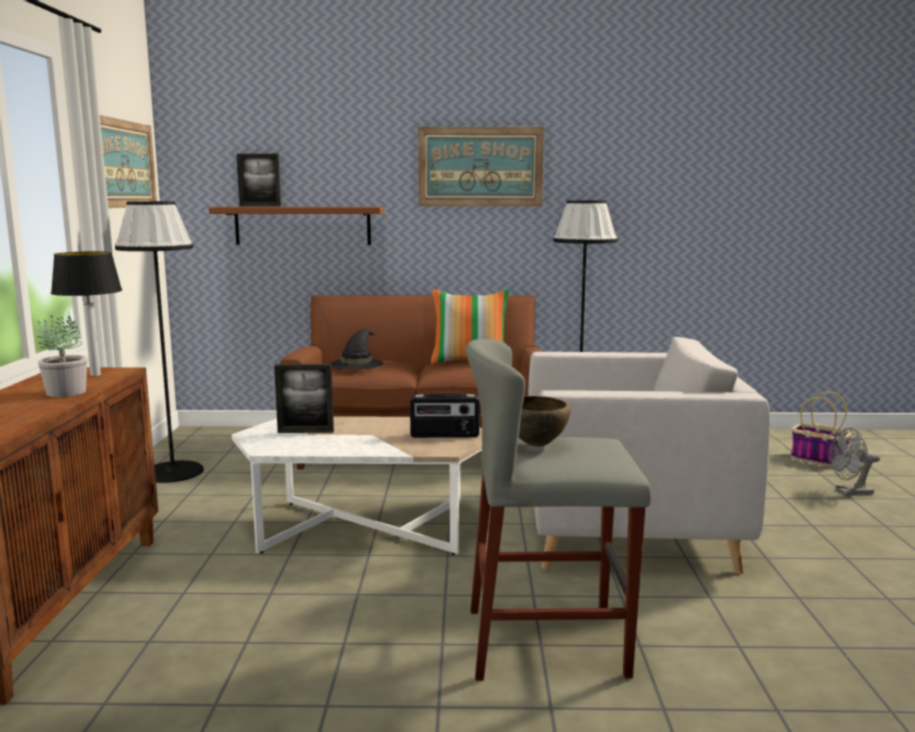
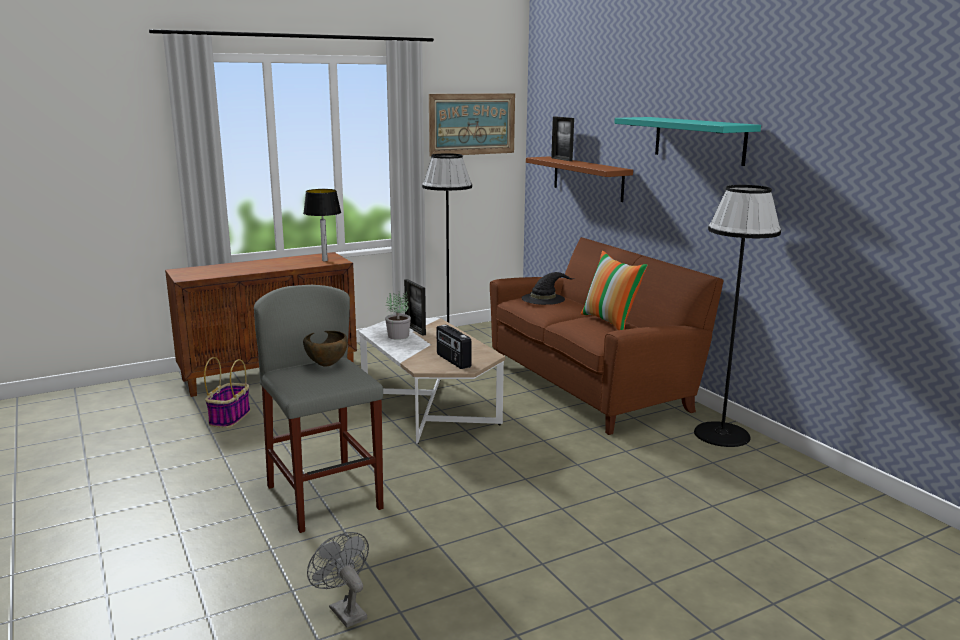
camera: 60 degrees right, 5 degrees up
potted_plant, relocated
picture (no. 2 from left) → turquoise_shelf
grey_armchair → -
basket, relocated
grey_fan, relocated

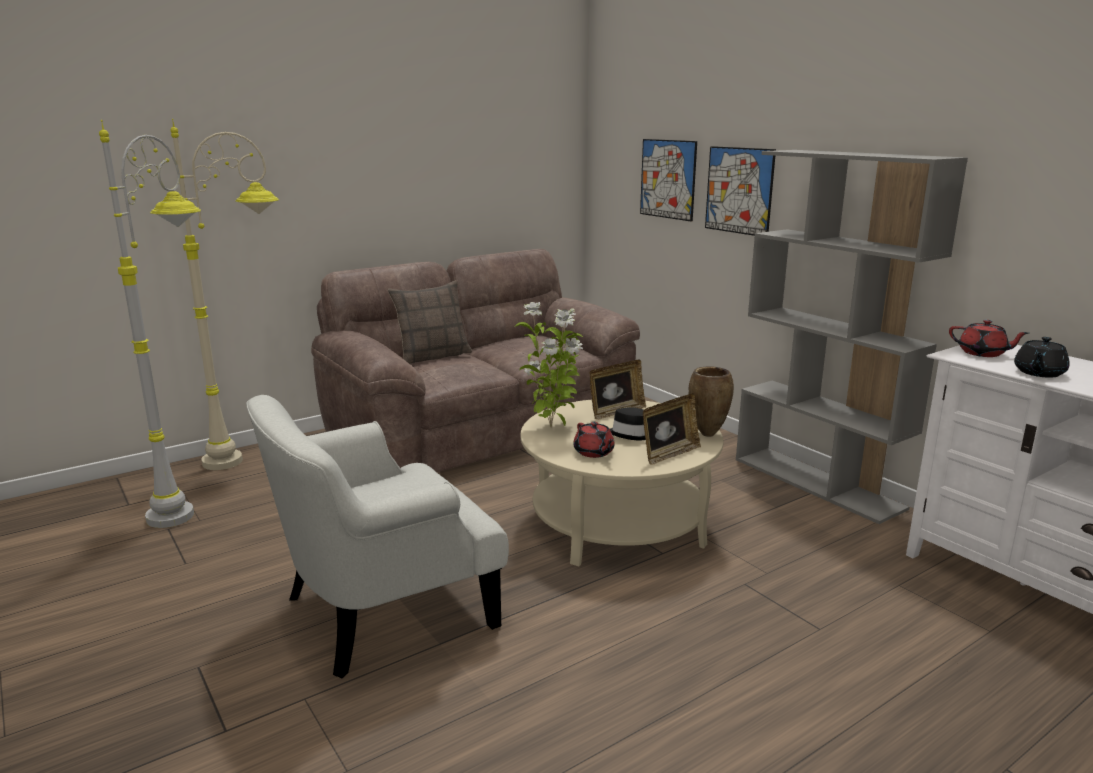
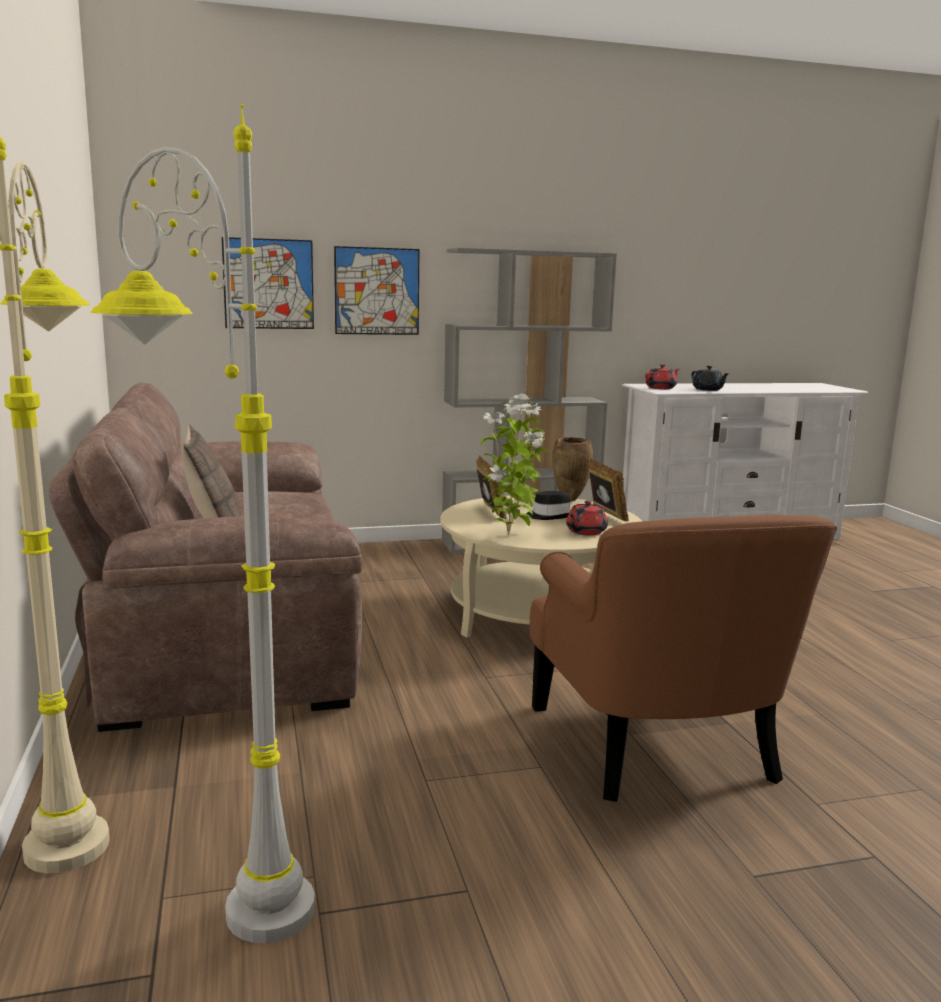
camera: 70 degrees left, 5 degrees down
white_armchair → brown_armchair
red_teapot (no. 1 from left), 135 degrees clockwise

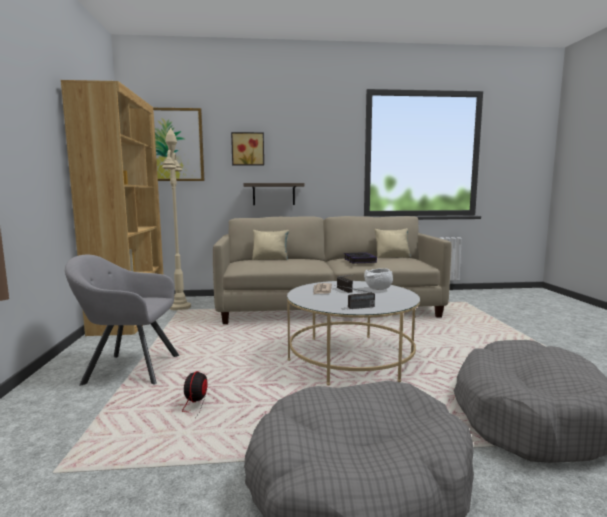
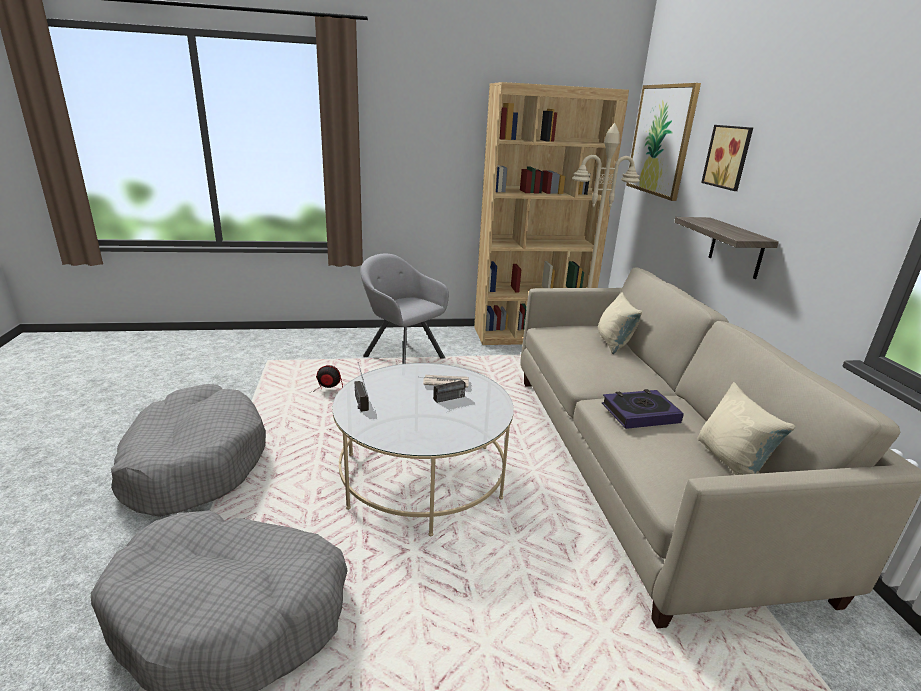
camera: 85 degrees right, 15 degrees up
grey_armchair, 45 degrees counterclockwise
white_bowl → -

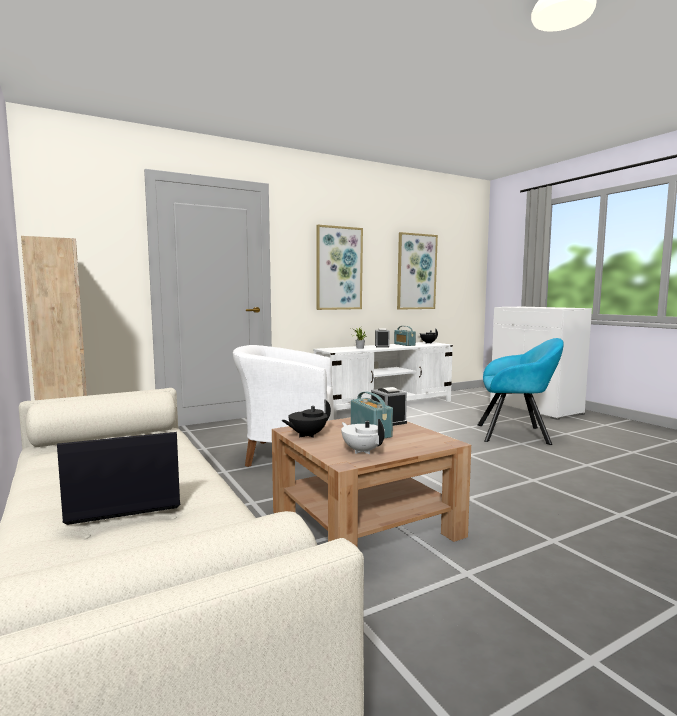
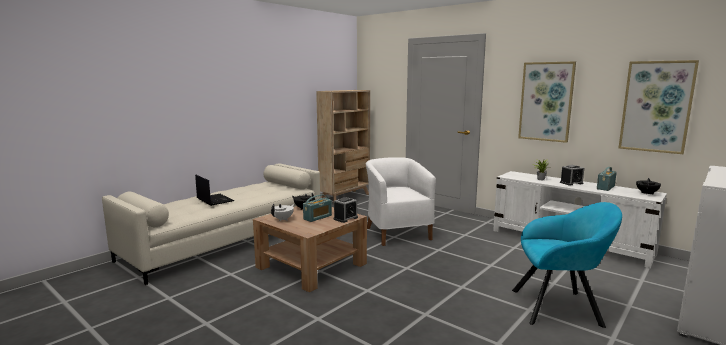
camera: 70 degrees right, 5 degrees up
turquoise_armchair, 75 degrees counterclockwise

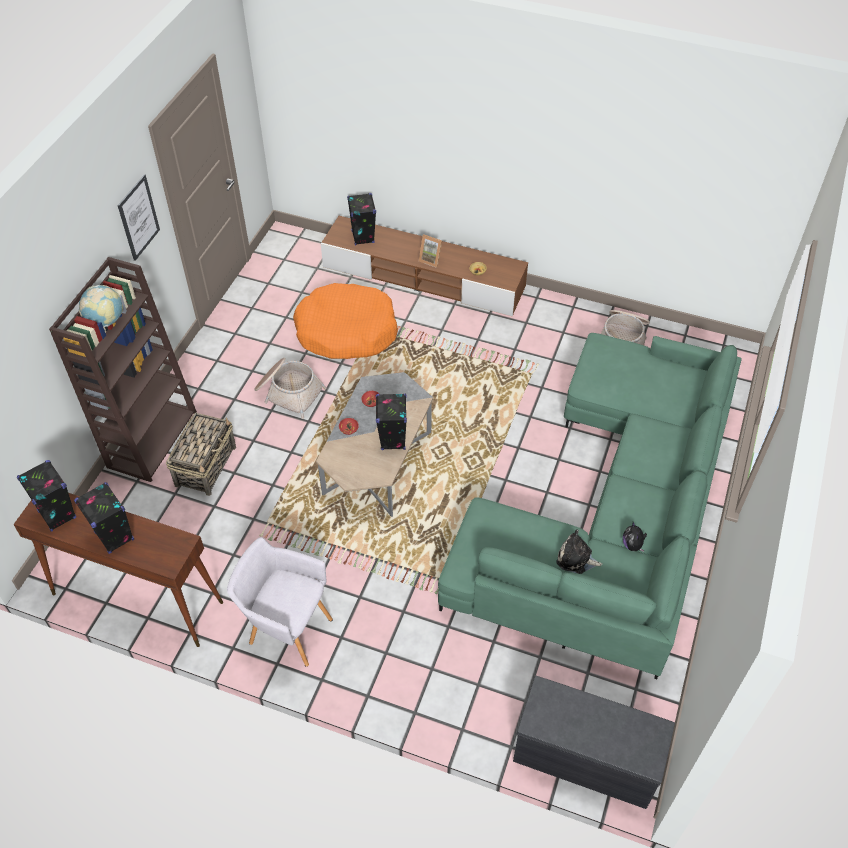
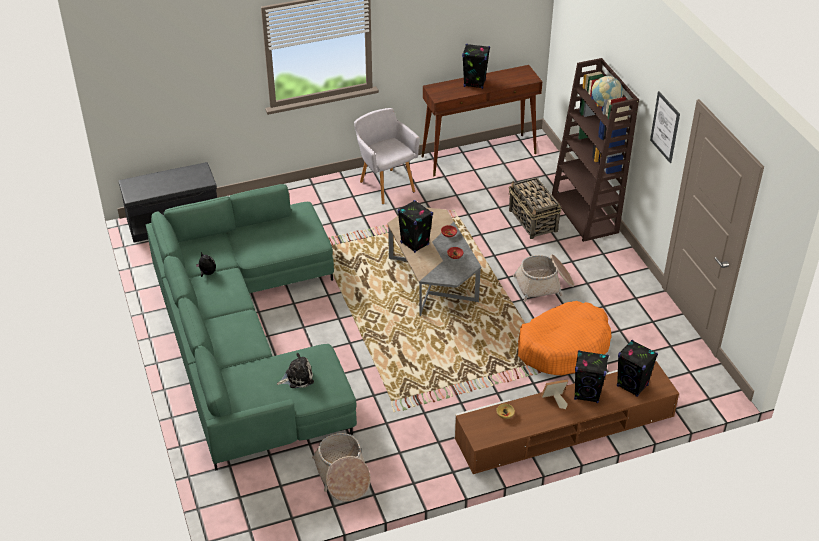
camera: 140 degrees right, 10 degrees down
black_speaker (no. 1 from left in the first image) → black_speaker (no. 3 from left), relocated
grey_armchair, 105 degrees counterclockwise
plush_toy (no. 1 from left in the first image) → plush_toy (no. 2 from left), relocated

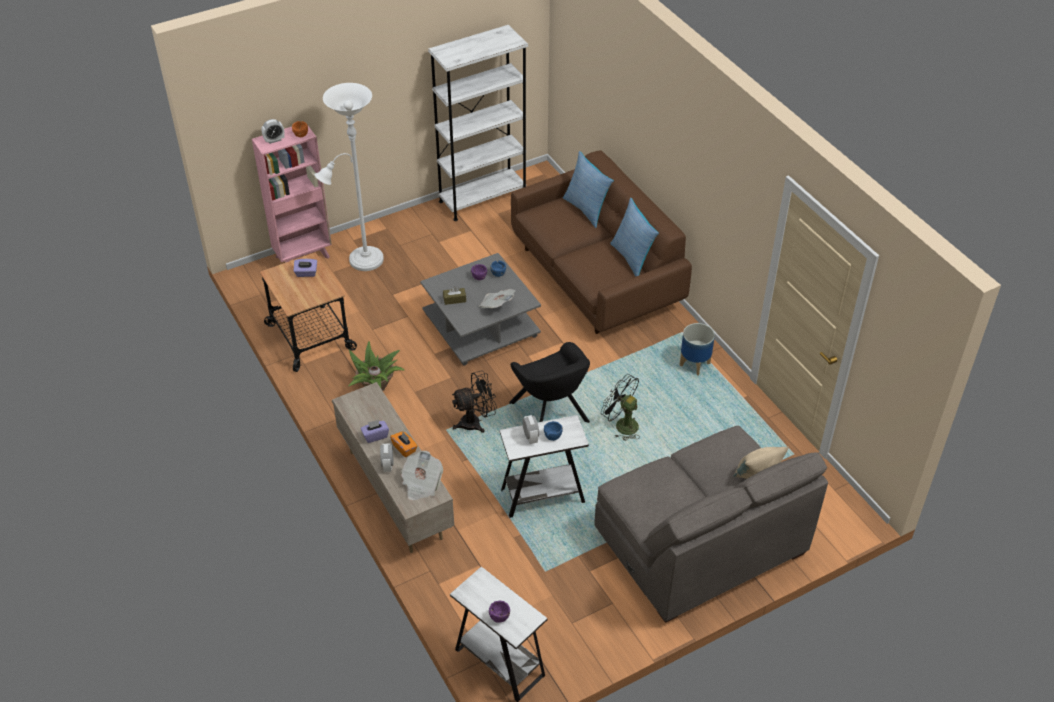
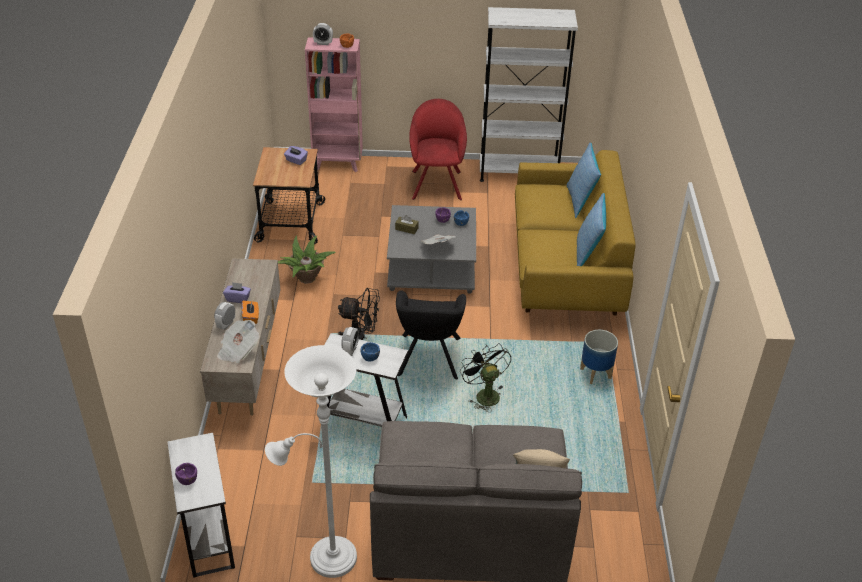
camera: 30 degrees right, 5 degrees down
white_floor_lamp, relocated
brown_sofa → yellow_sofa
- → red_armchair

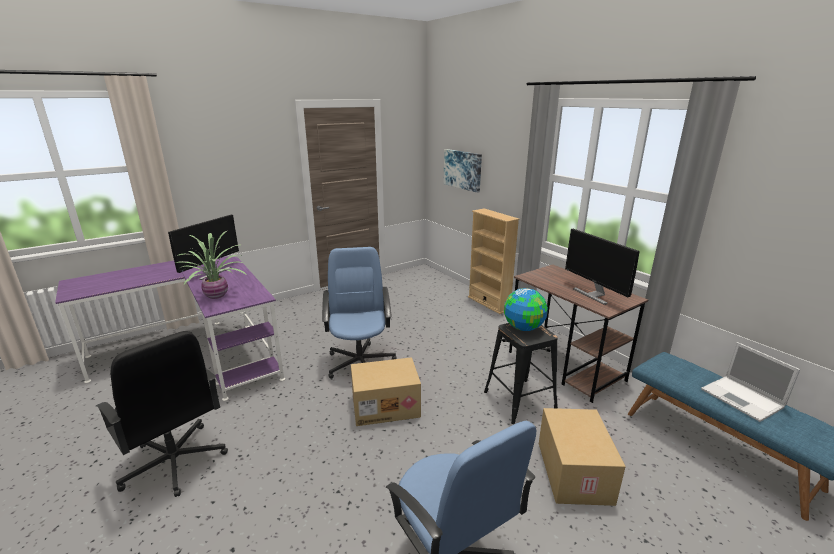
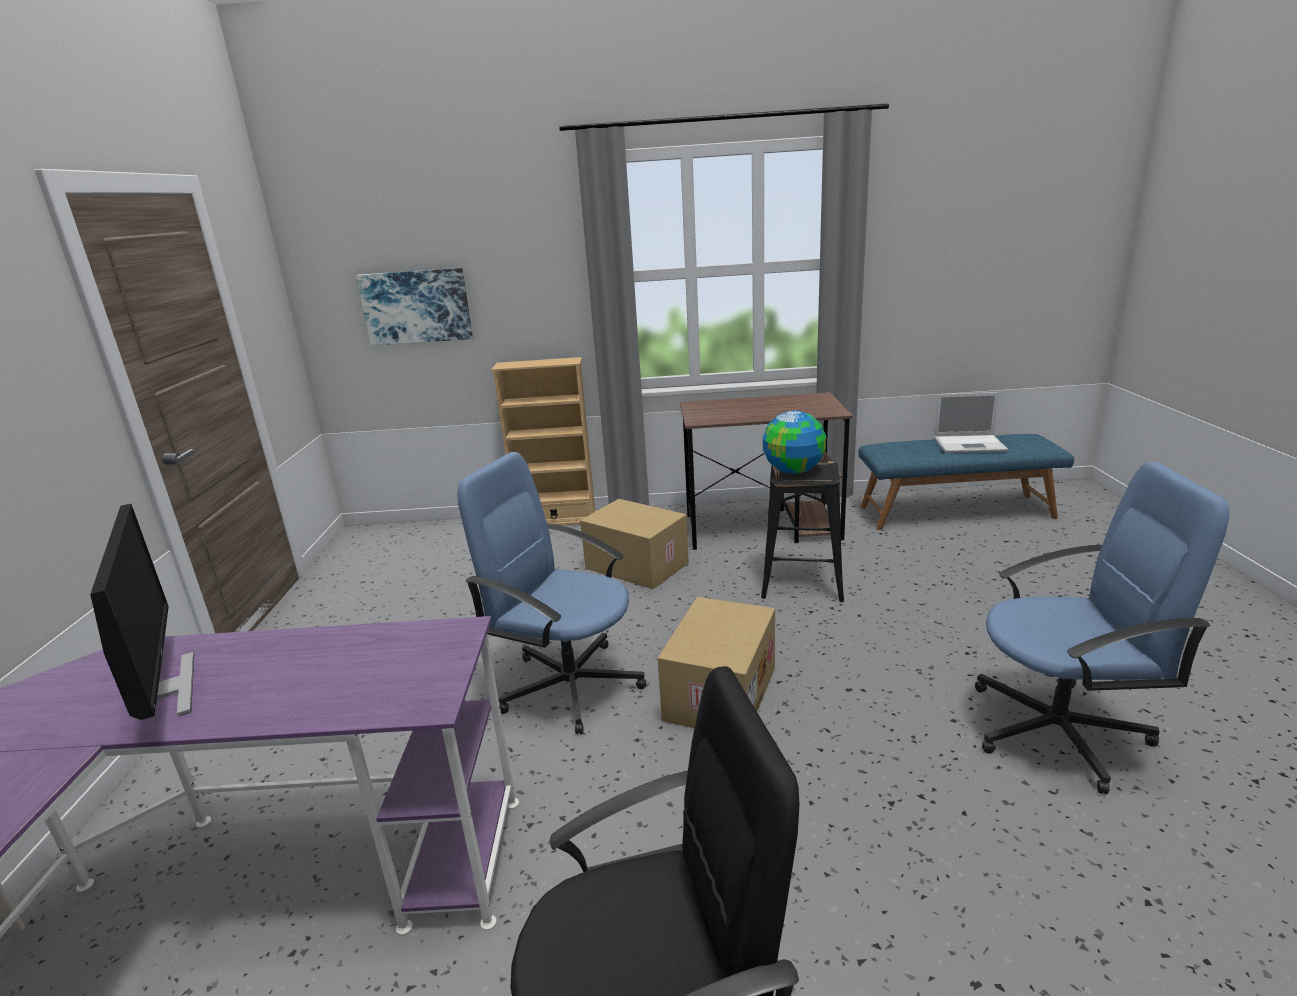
camera: 55 degrees left, 0 degrees up
potted_plant → -
cardboard_box (no. 2 from left in the first image) → cardboard_box (no. 1 from left), relocated
monitor (no. 2 from left) → -

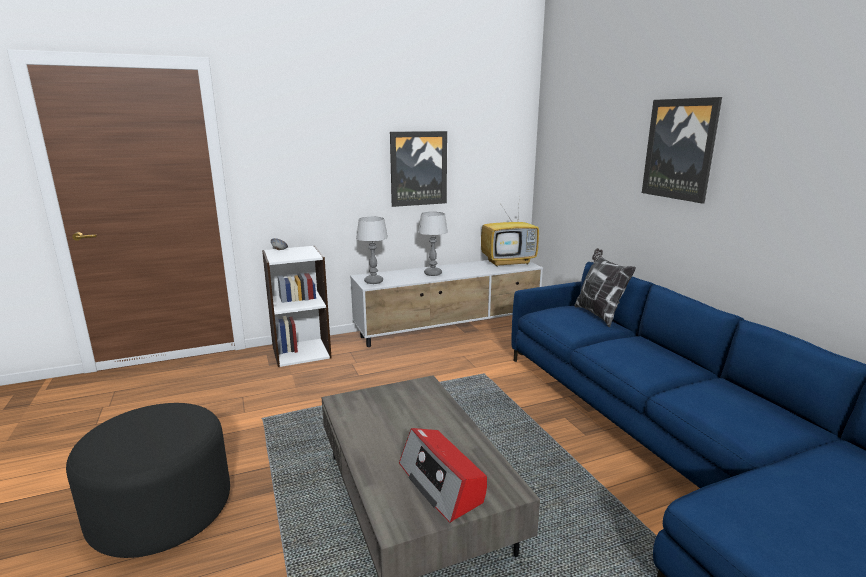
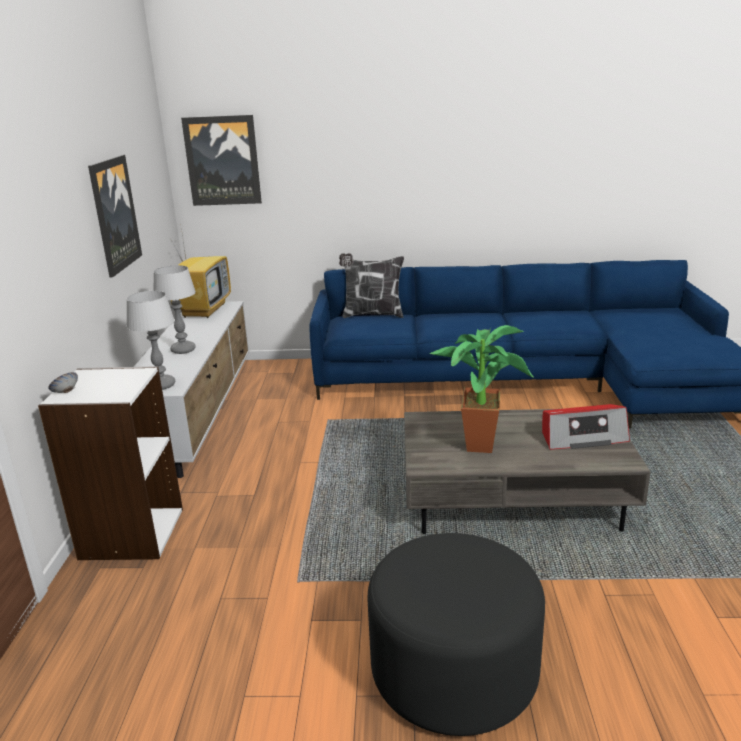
camera: 65 degrees left, 5 degrees up
picture (no. 2 from left), relocated
- → potted_plant

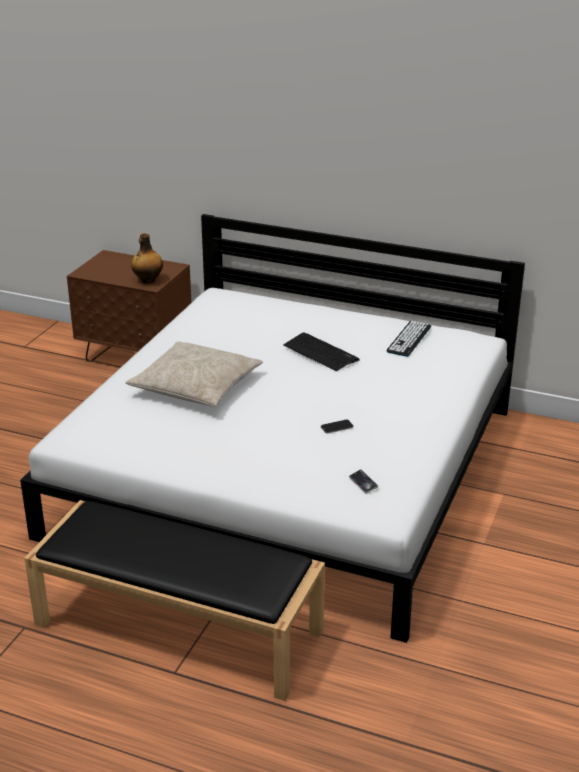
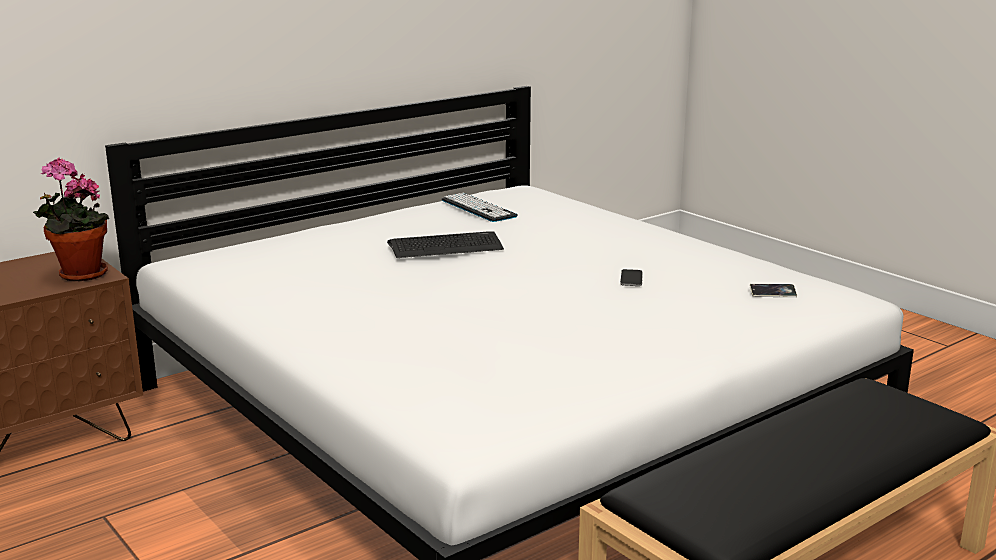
camera: 60 degrees left, 10 degrees down
beige_pillow → -
bottle → potted_plant

